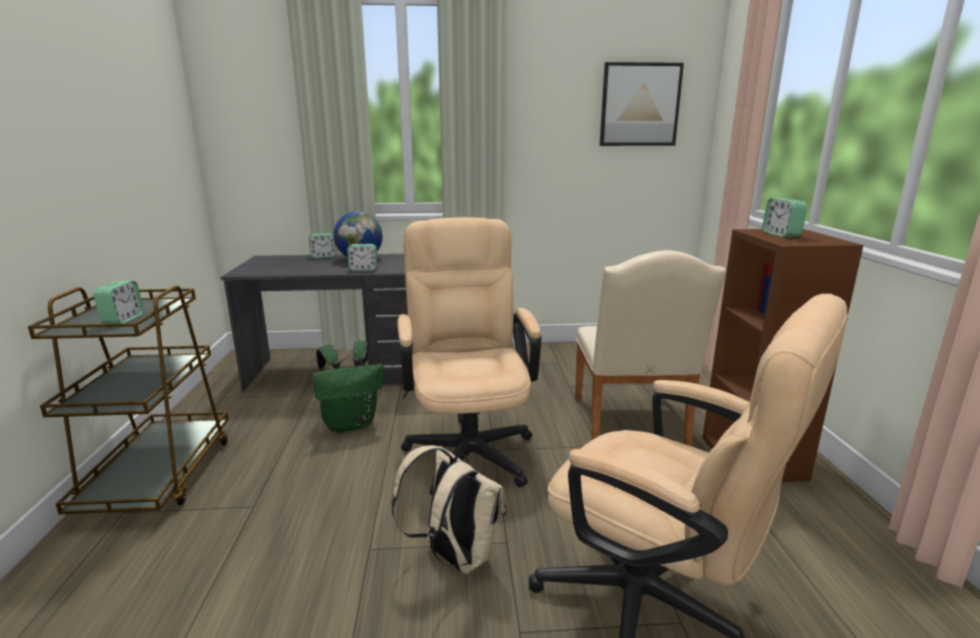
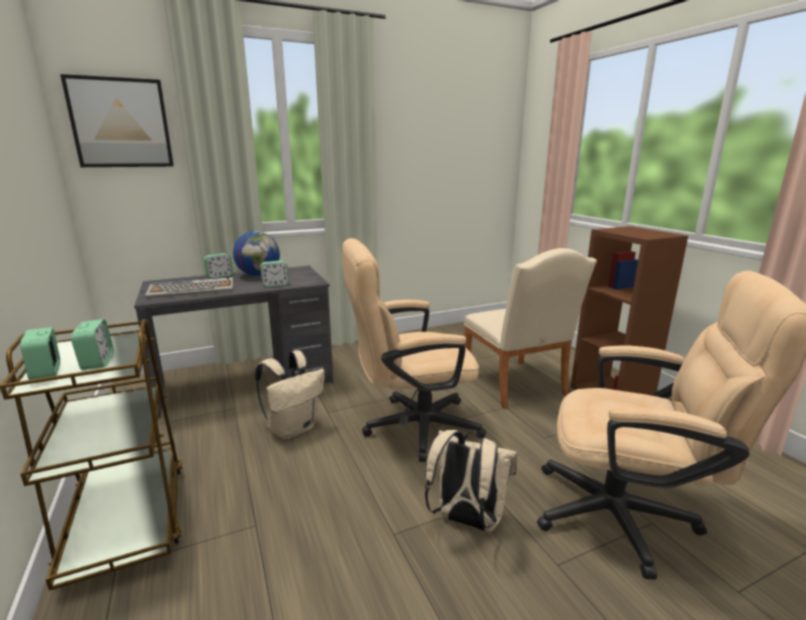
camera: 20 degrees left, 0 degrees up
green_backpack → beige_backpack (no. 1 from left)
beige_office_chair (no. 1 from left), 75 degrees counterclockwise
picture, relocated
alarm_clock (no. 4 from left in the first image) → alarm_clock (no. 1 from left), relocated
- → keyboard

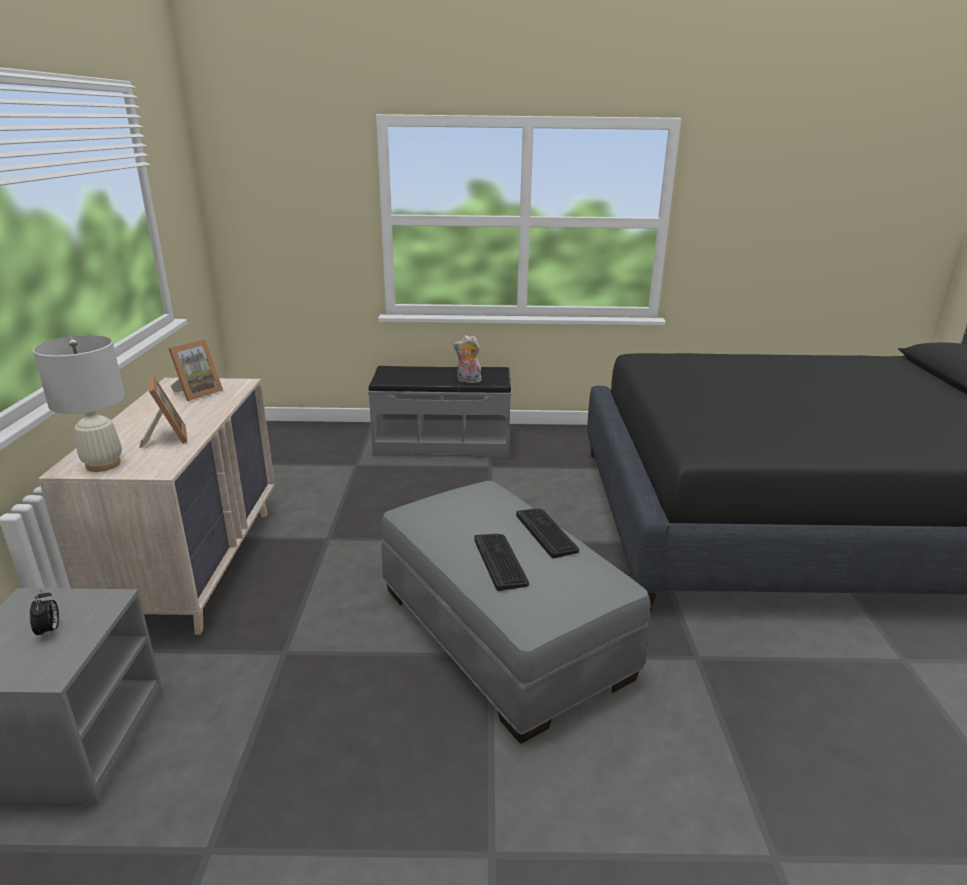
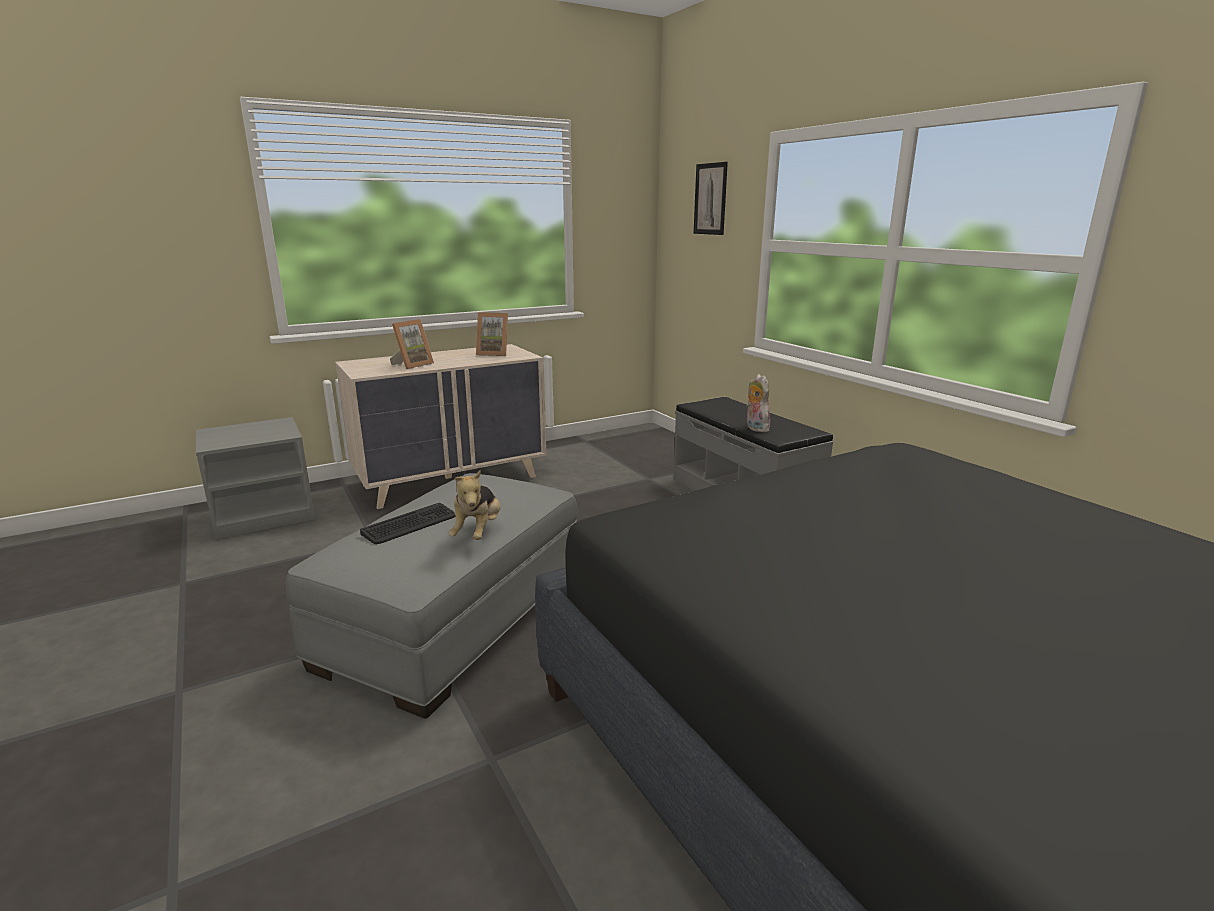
camera: 60 degrees right, 5 degrees down
alarm_clock → -
white_table_lamp → -
keyboard (no. 2 from left) → plush_toy (no. 1 from left)
- → picture

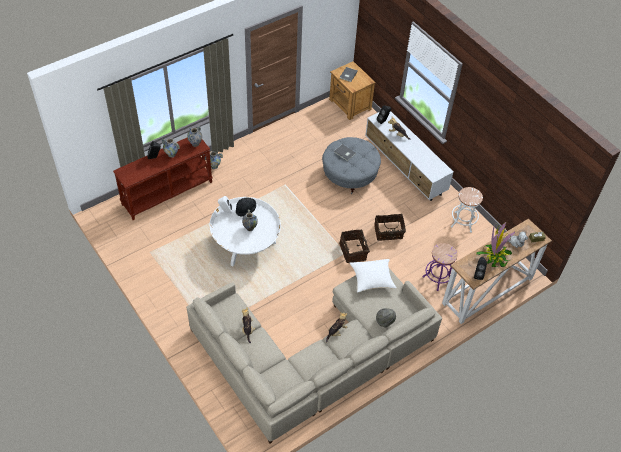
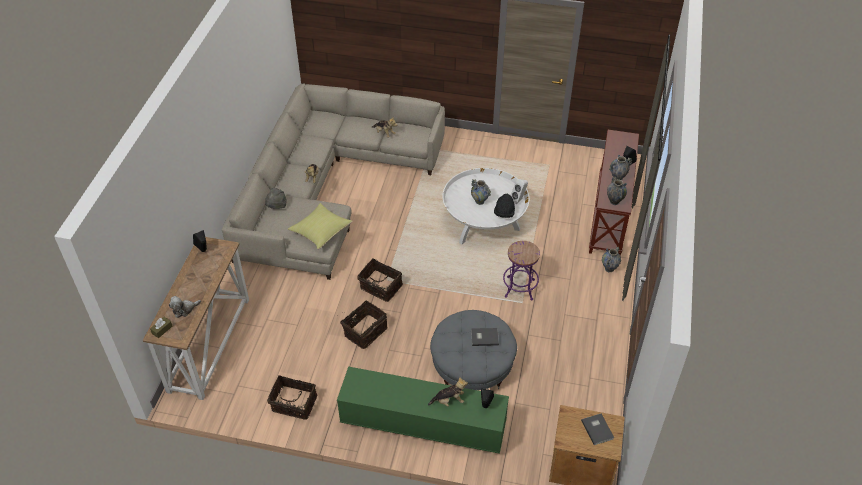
camera: 140 degrees right, 5 degrees down
white_pillow → yellow_pillow
white_tv_stand → green_tv_stand
purple_stool, relocated
white_stool → basket (no. 1 from left)
potted_plant → -

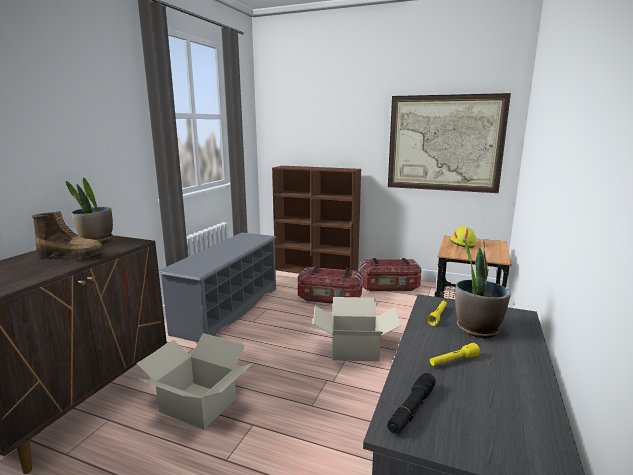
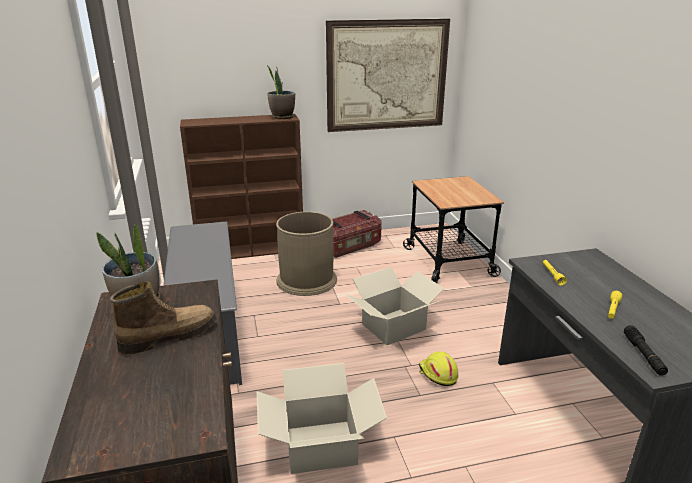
camera: 35 degrees left, 10 degrees up
storage_box (no. 1 from left) → brown_trash_can
yellow_hard_hat, relocated
potted_plant (no. 2 from left), relocated

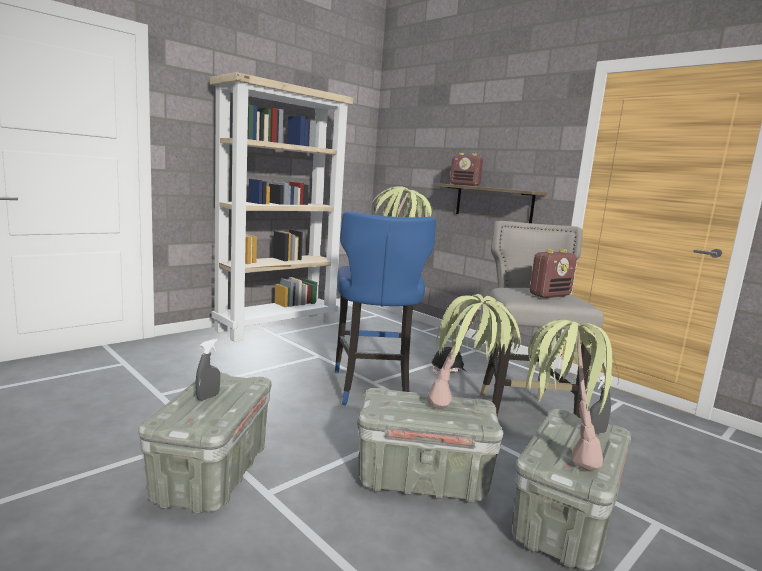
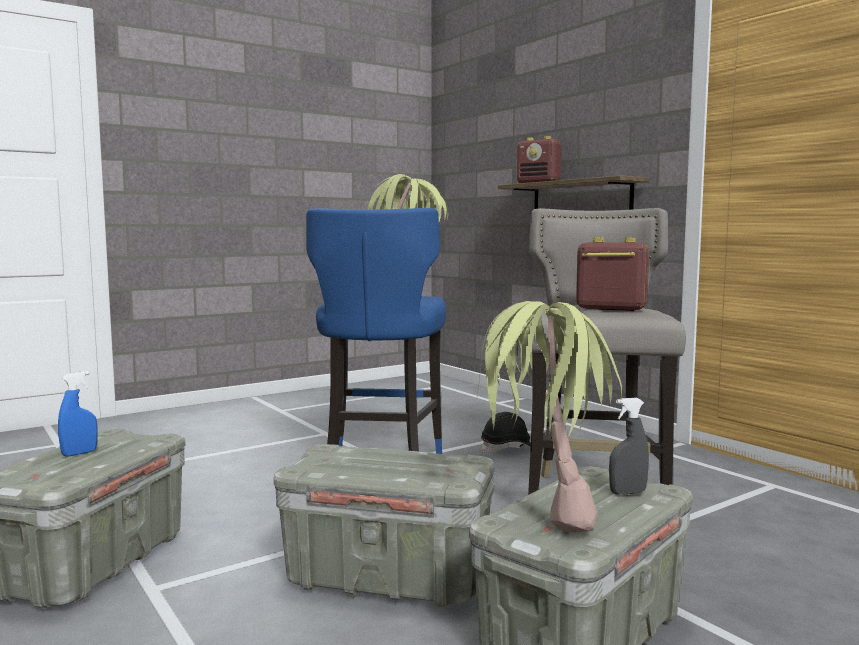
camera: 10 degrees right, 5 degrees down
grey_spray_bottle (no. 1 from left) → blue_spray_bottle
beige_bookcase → -
potted_plant (no. 2 from left) → -
radio (no. 2 from left), 135 degrees counterclockwise

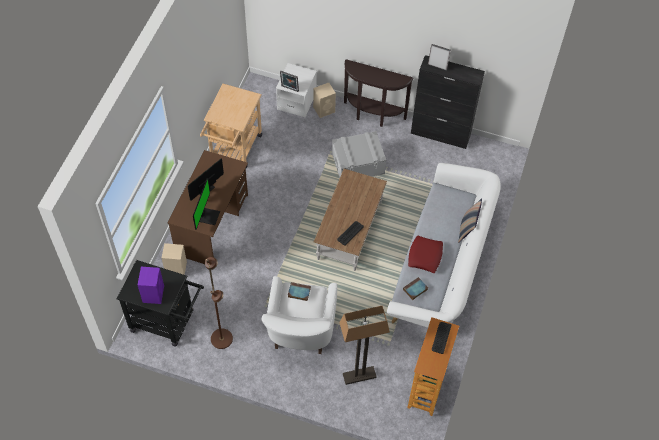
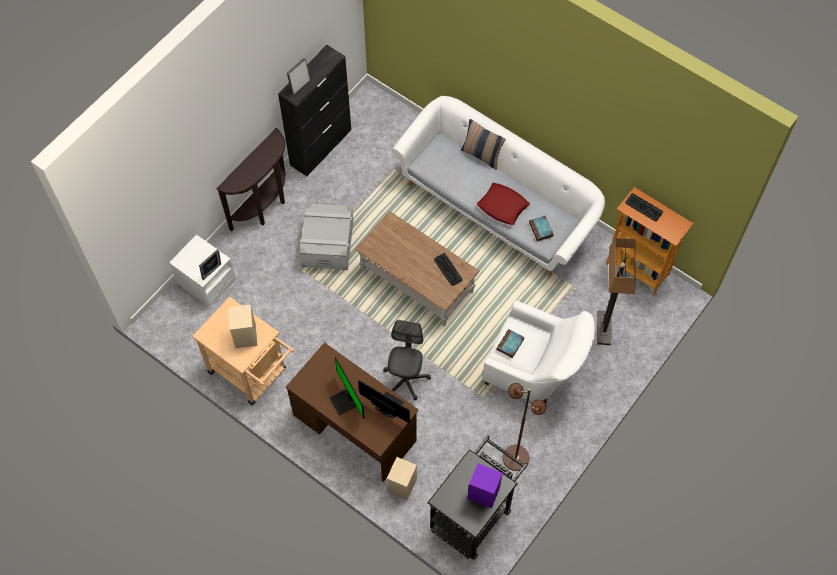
camera: 70 degrees left, 5 degrees up
beige_speaker (no. 2 from left in the first image) → beige_speaker (no. 1 from left), relocated
- → grey_office_chair

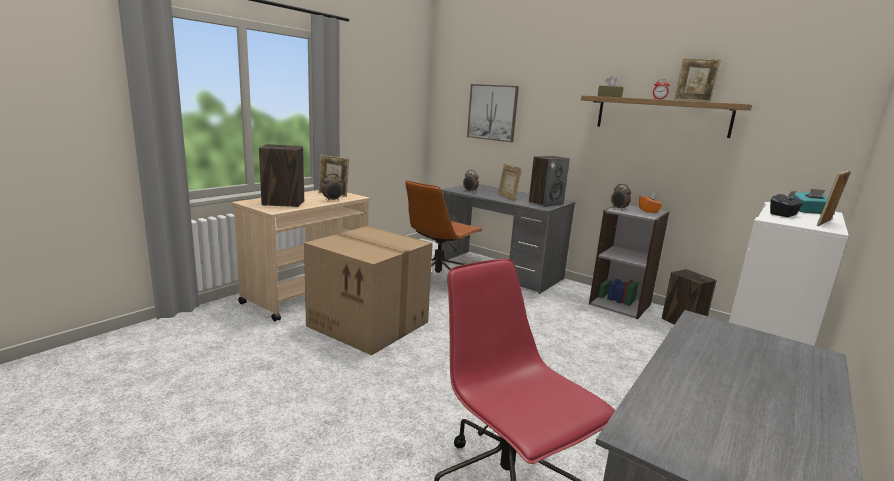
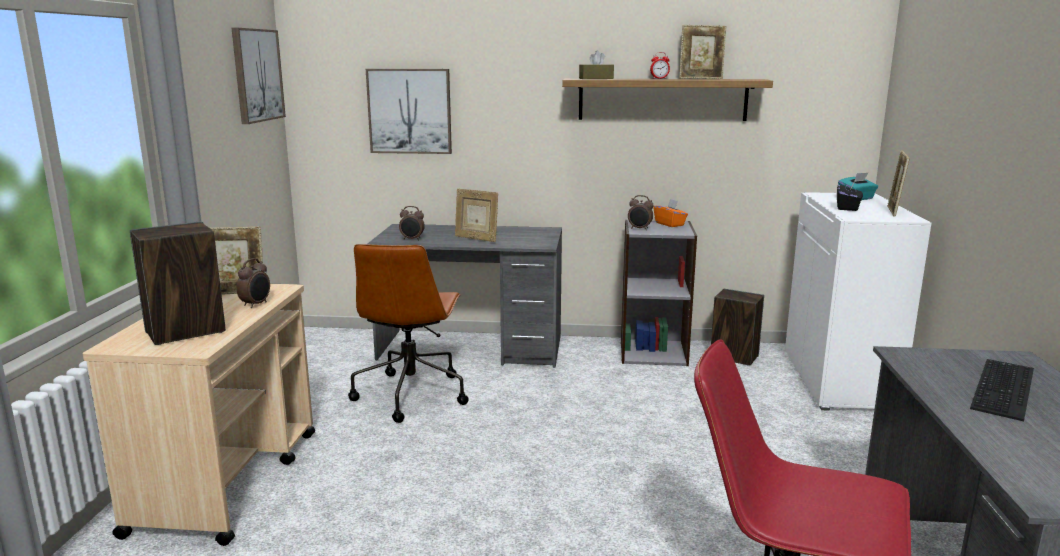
camera: 30 degrees left, 0 degrees up
cardboard_box → -
speaker (no. 2 from left) → -
- → picture (no. 1 from left)
- → keyboard

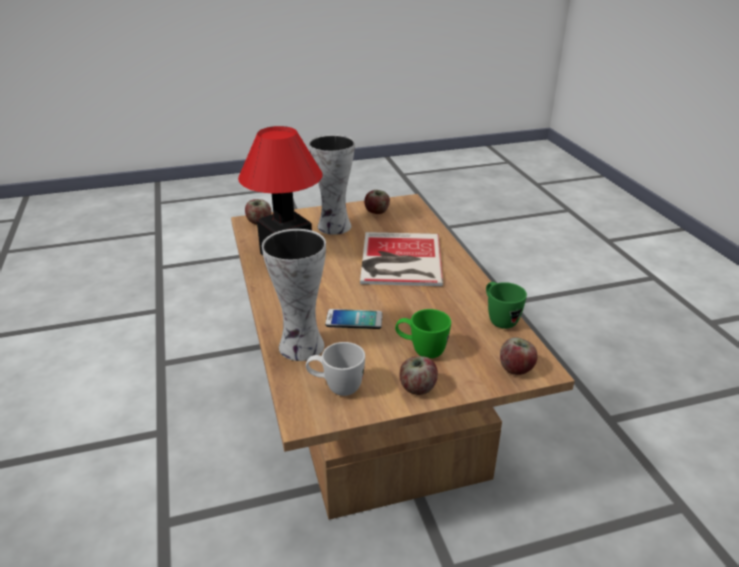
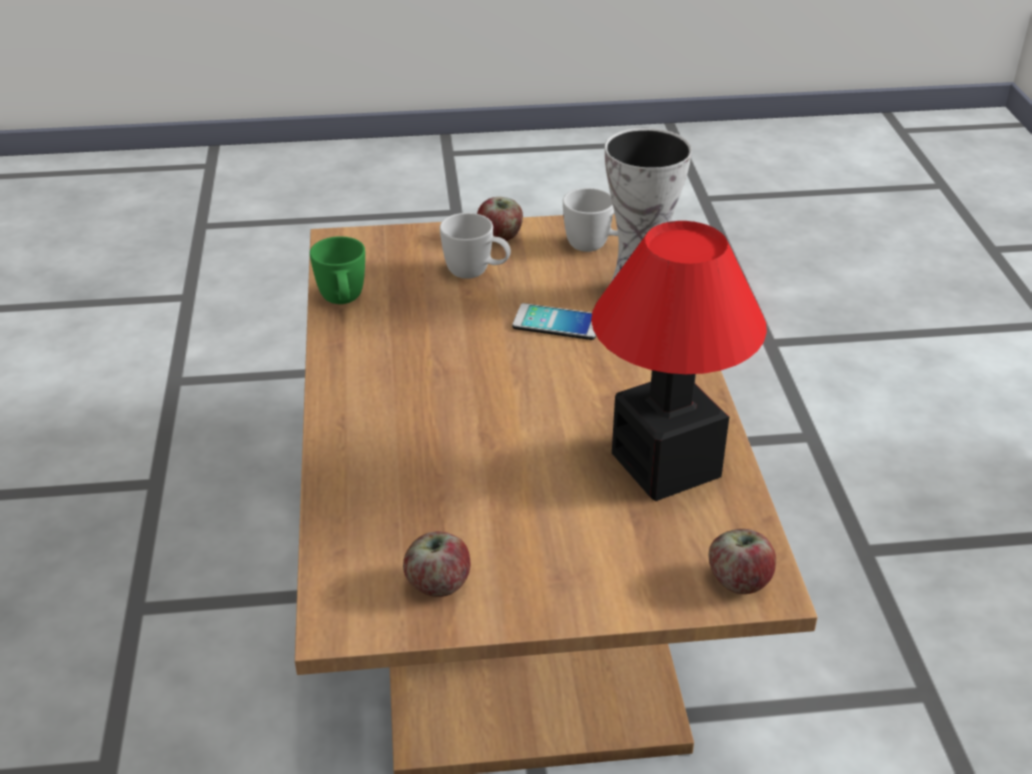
camera: 170 degrees left, 5 degrees up
vase (no. 2 from left) → -
book → -
green_mug (no. 1 from left) → white_mug (no. 1 from left)
apple (no. 4 from left) → -

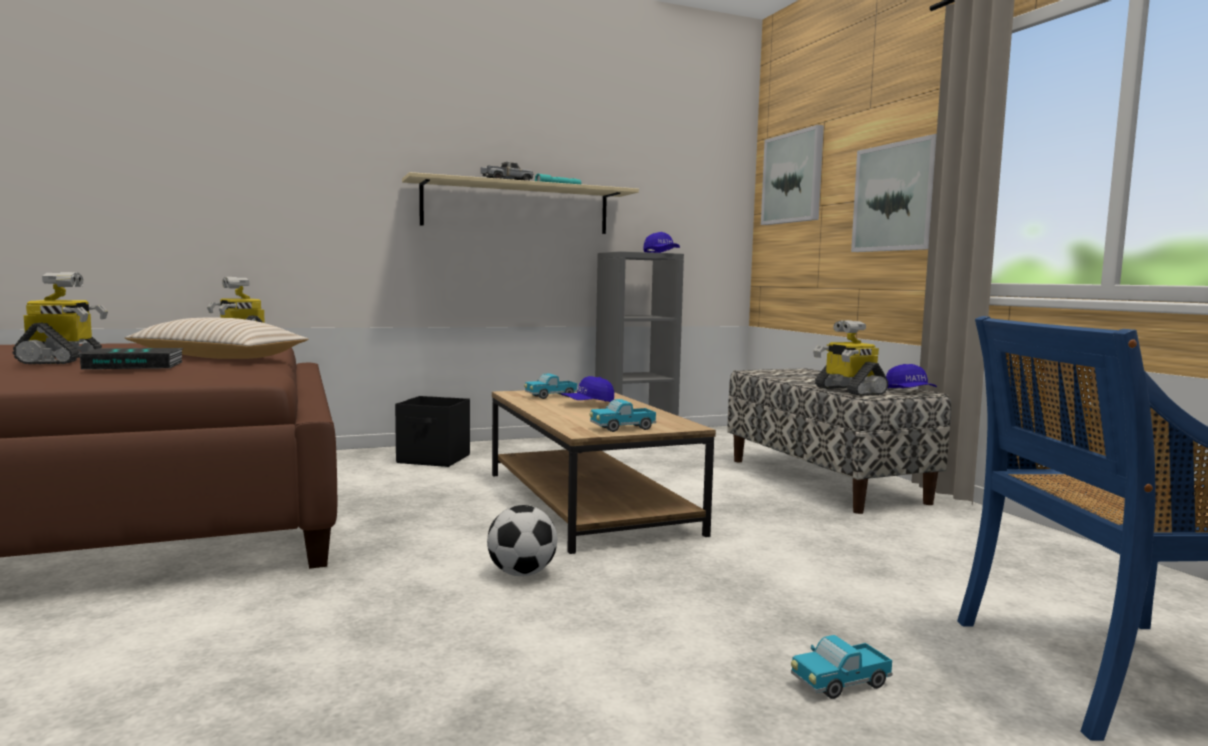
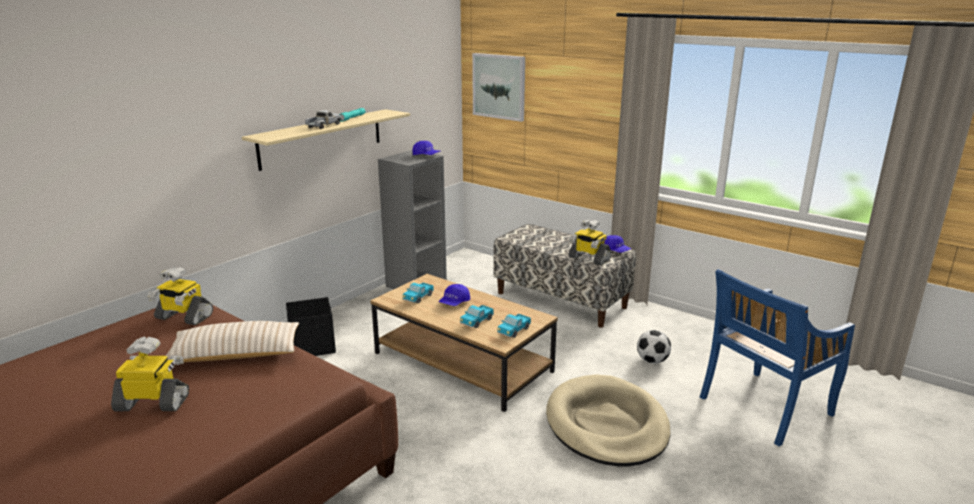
camera: 30 degrees left, 15 degrees up
toy_robot (no. 1 from left), 45 degrees counterclockwise
book → -
football, relocated
toy_truck (no. 4 from left in the first image) → toy_truck (no. 3 from left), relocated
picture (no. 2 from left) → -
- → beige_dog_bed

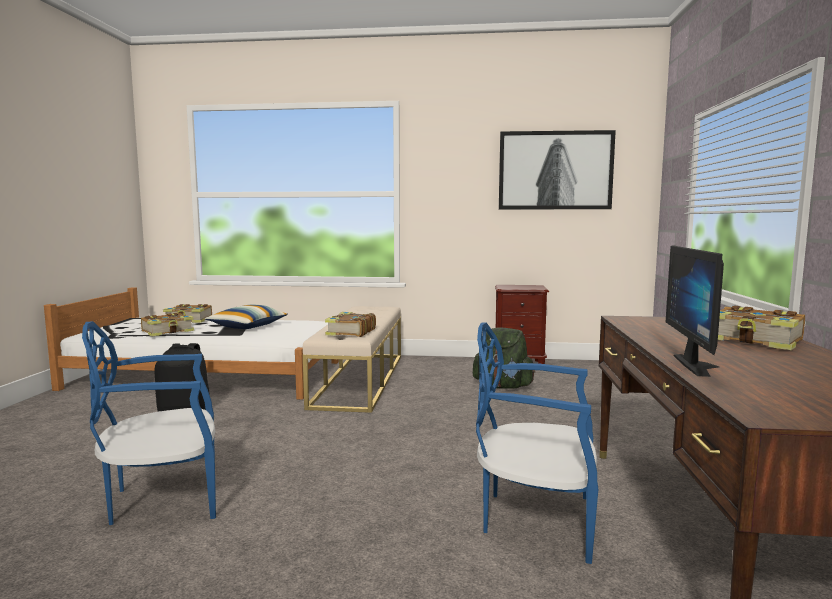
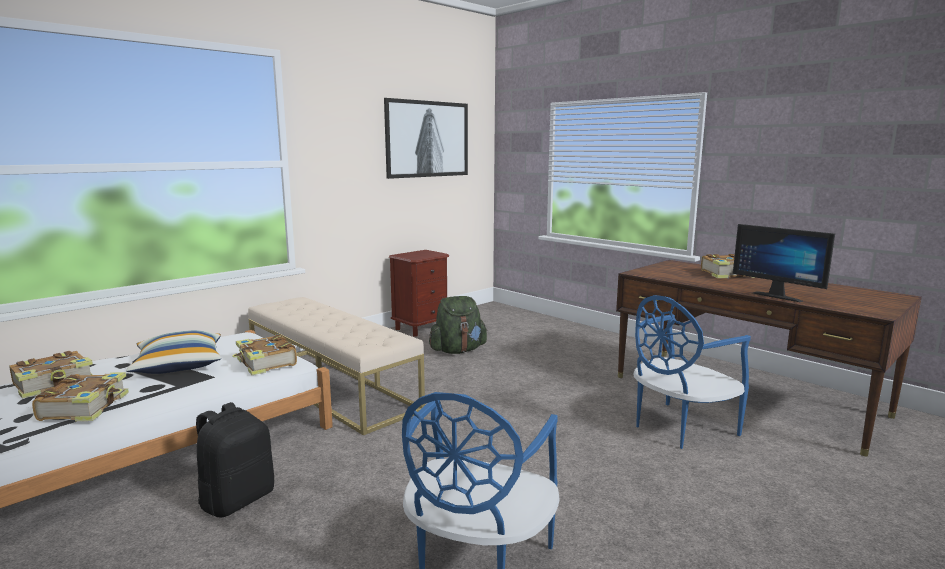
camera: 50 degrees left, 5 degrees up
book (no. 3 from left), relocated

